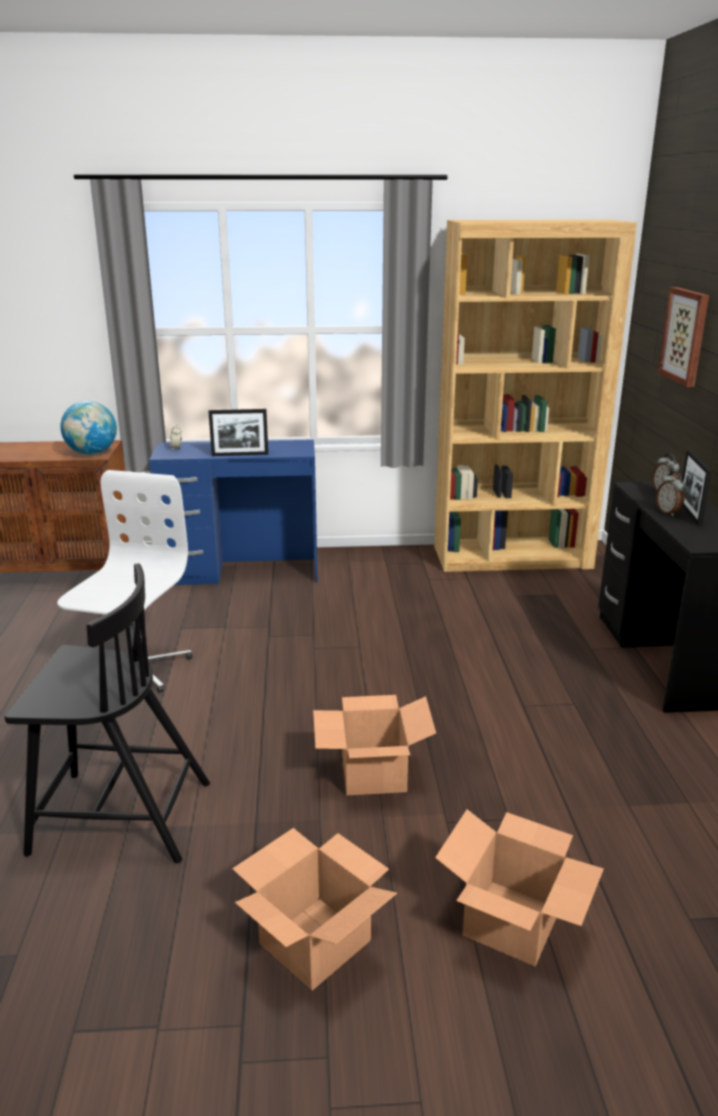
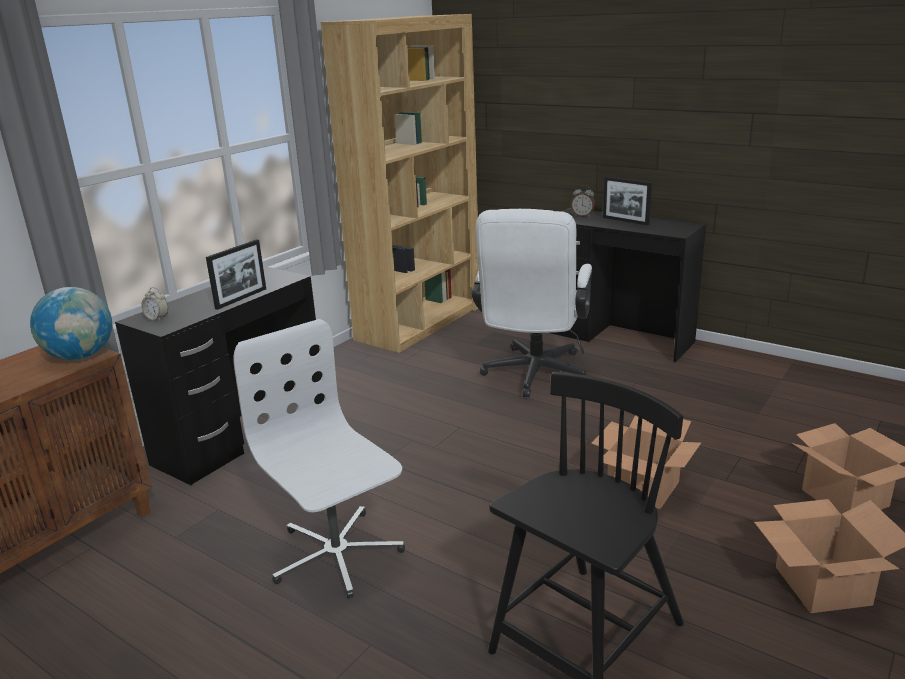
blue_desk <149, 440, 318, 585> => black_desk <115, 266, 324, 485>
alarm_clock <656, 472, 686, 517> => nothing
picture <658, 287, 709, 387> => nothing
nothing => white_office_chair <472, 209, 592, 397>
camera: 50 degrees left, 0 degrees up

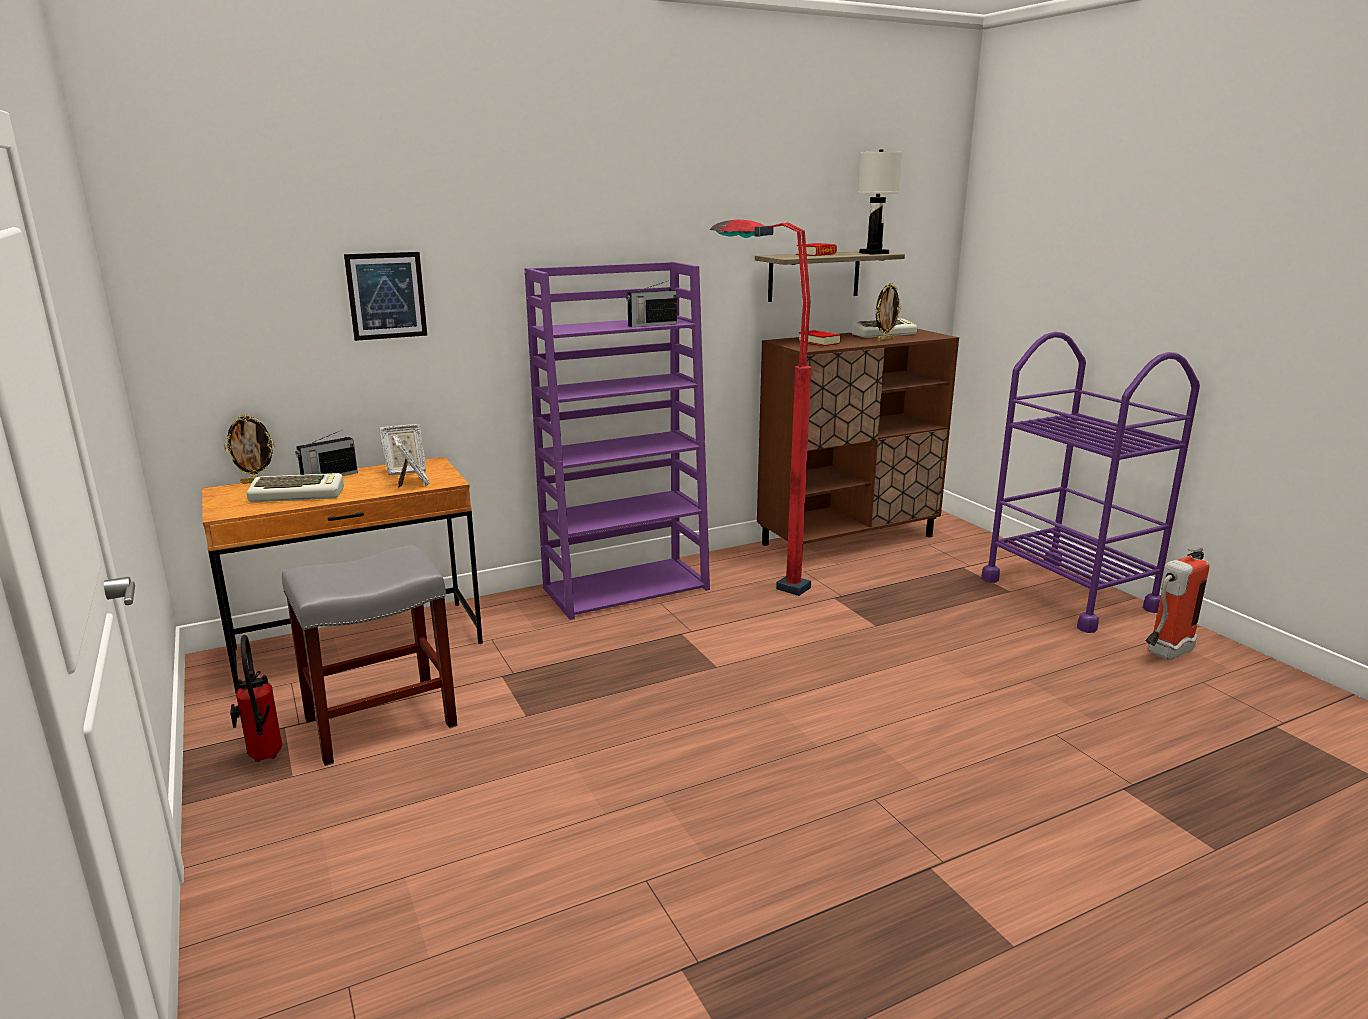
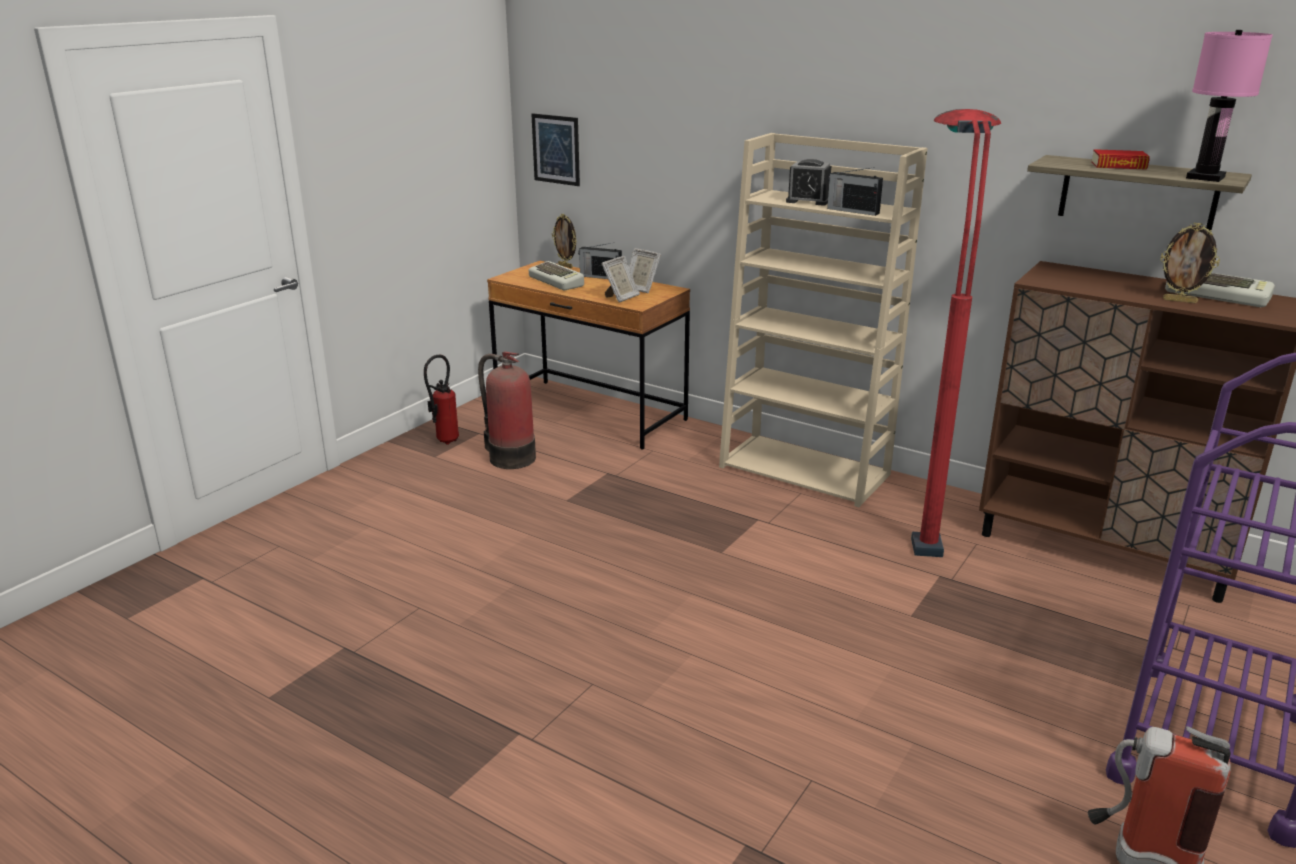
grey_stool <282, 545, 457, 766> => fire_extinguisher <478, 351, 536, 469>
picture <344, 252, 427, 341> => picture <531, 113, 580, 186>, relocated
purple_bookcase <525, 262, 710, 620> => beige_bookcase <719, 133, 928, 507>
book <798, 330, 841, 346> => nothing
white_table_lamp <858, 150, 902, 254> => pink_table_lamp <1186, 30, 1273, 182>
nothing => alarm_clock <786, 159, 831, 205>
camera: 60 degrees right, 5 degrees up

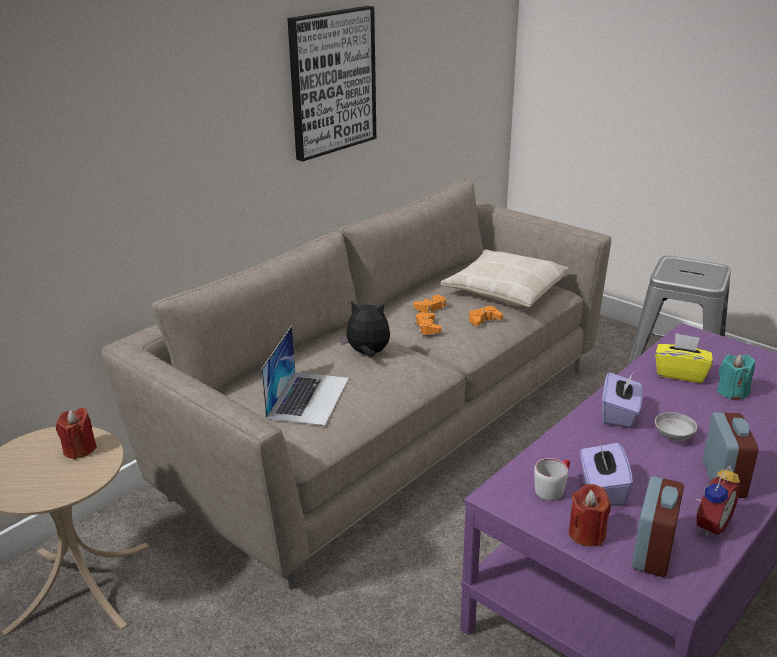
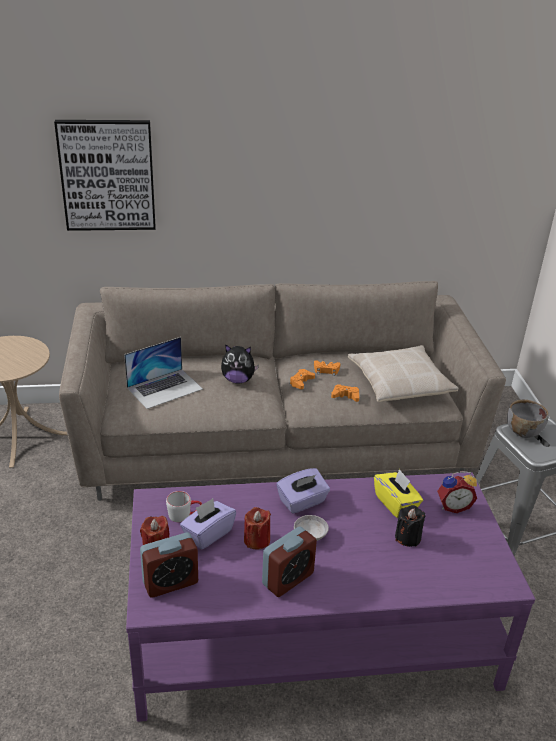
red_candle <56, 407, 97, 459> => red_candle <244, 507, 271, 549>, relocated
picture <287, 6, 376, 161> => picture <54, 120, 156, 231>, relocated
plush_toy <340, 301, 390, 357> => plush_toy <221, 344, 259, 384>, 135 degrees clockwise
alarm_clock <694, 465, 740, 536> => alarm_clock <437, 471, 477, 513>, relocated
turquoise_candle <717, 354, 755, 399> => black_candle <395, 505, 426, 547>
nothing => grey_bowl <507, 400, 549, 438>
camera: 40 degrees right, 5 degrees up

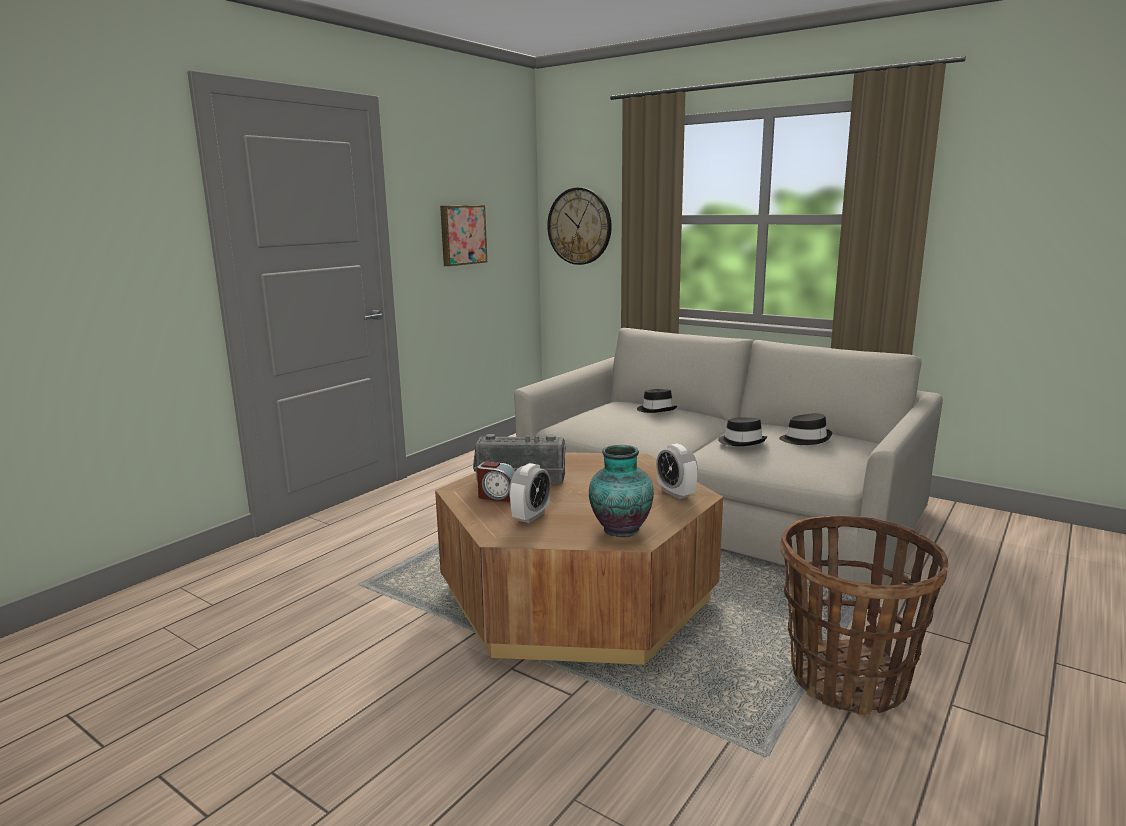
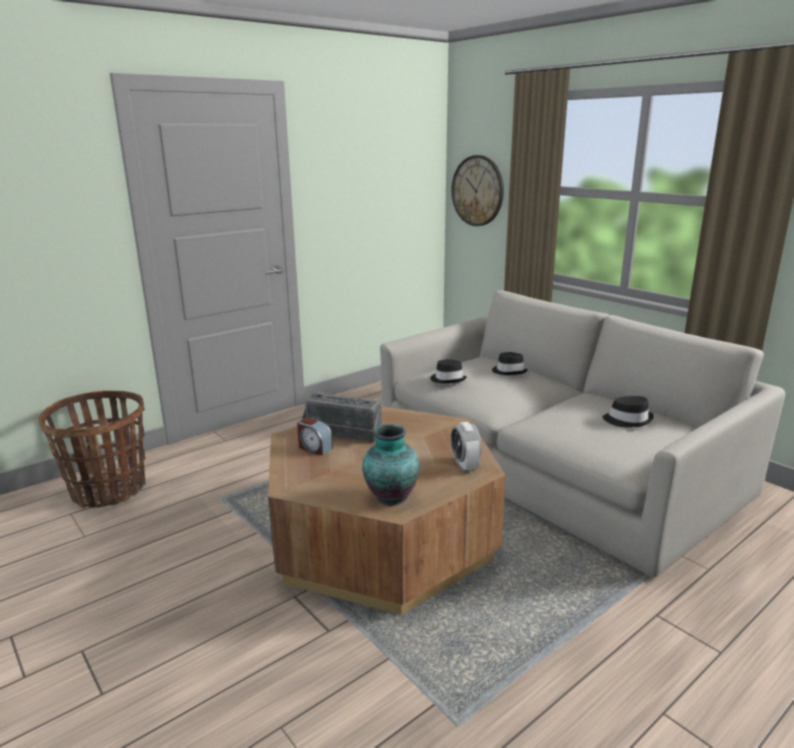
picture <440, 205, 487, 266> => nothing
alarm_clock <509, 463, 551, 523> => nothing
black_hat <718, 417, 767, 446> => black_hat <430, 359, 467, 383>, relocated
basket <781, 516, 948, 716> => basket <38, 390, 145, 508>, relocated
camera: 15 degrees right, 5 degrees up

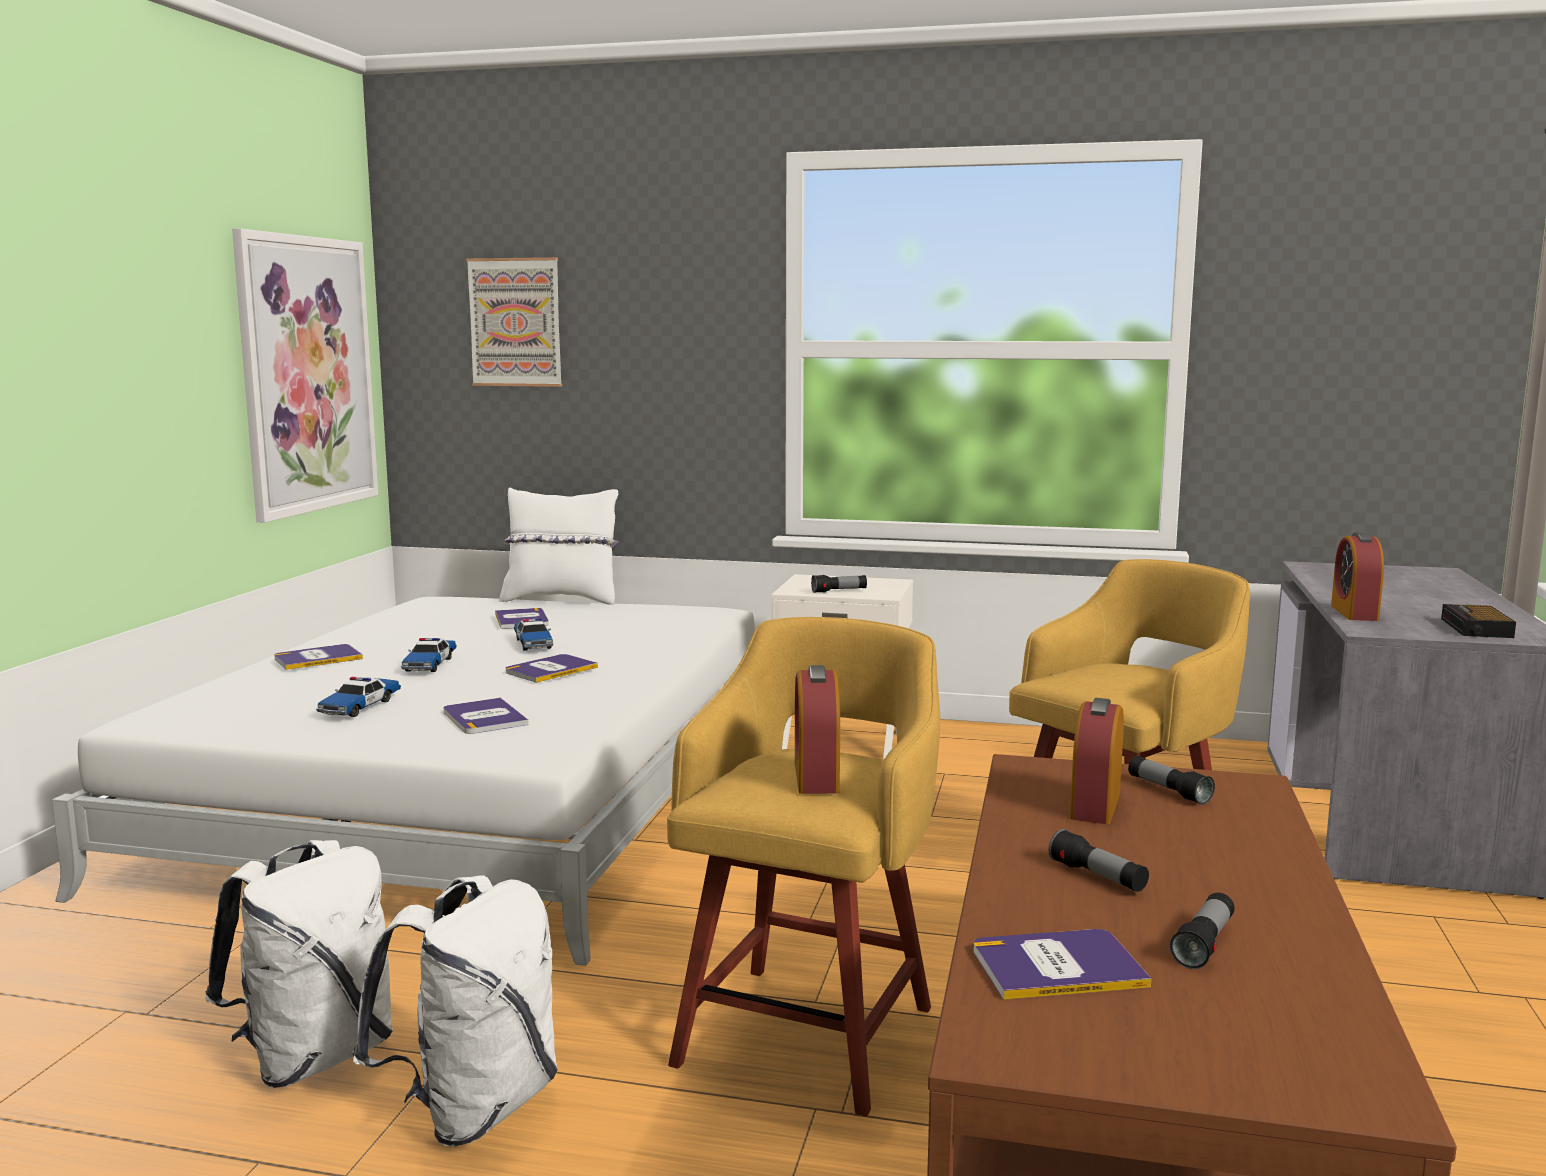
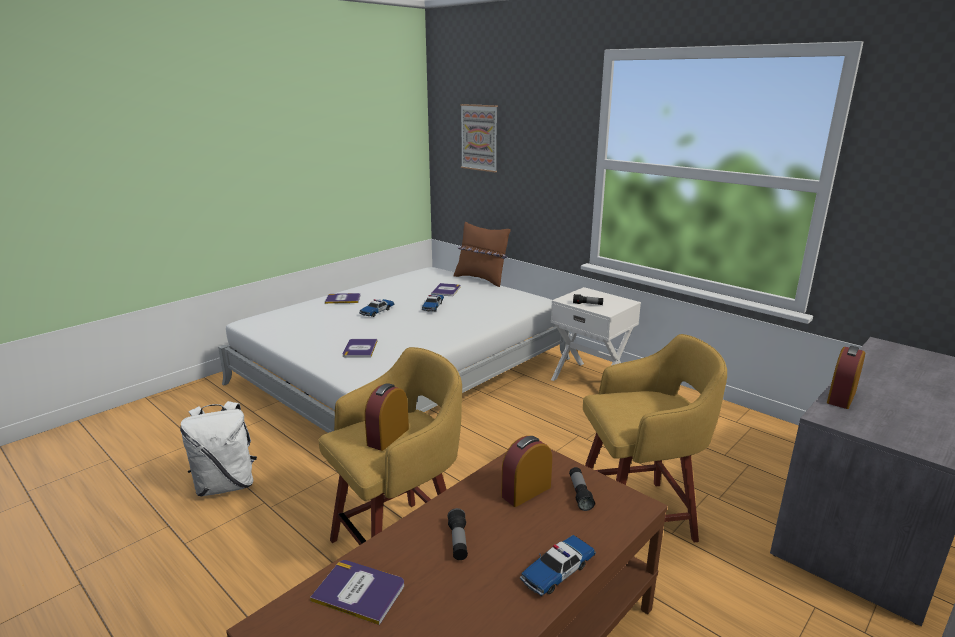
picture <232, 229, 378, 523> => nothing
toy_car <316, 677, 401, 717> => toy_car <520, 535, 596, 596>, relocated
white_backpack <352, 876, 558, 1147> => nothing
white_pillow <499, 488, 619, 605> => brown_pillow <454, 222, 511, 287>
book <506, 654, 598, 683> => nothing
flashlight <1169, 893, 1235, 969> => nothing
alarm_clock <1441, 604, 1516, 638> => nothing
camera: 30 degrees right, 10 degrees up

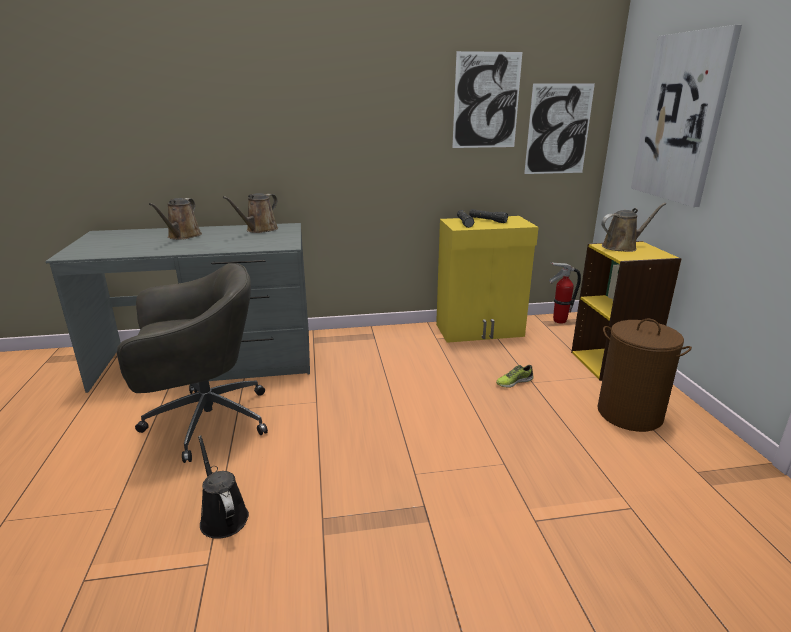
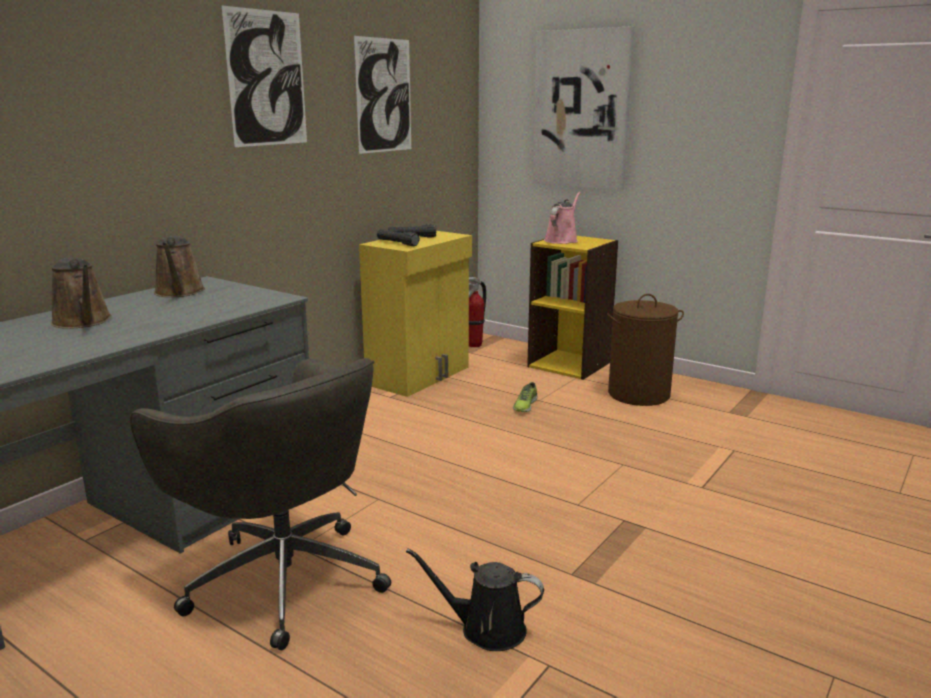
grey_office_chair <117, 263, 268, 463> => grey_office_chair <130, 358, 391, 650>, 105 degrees clockwise
picture <524, 83, 595, 174> => picture <221, 5, 307, 147>, relocated
brown_watering_can <601, 203, 666, 252> => pink_watering_can <544, 192, 580, 244>
camera: 45 degrees left, 5 degrees down

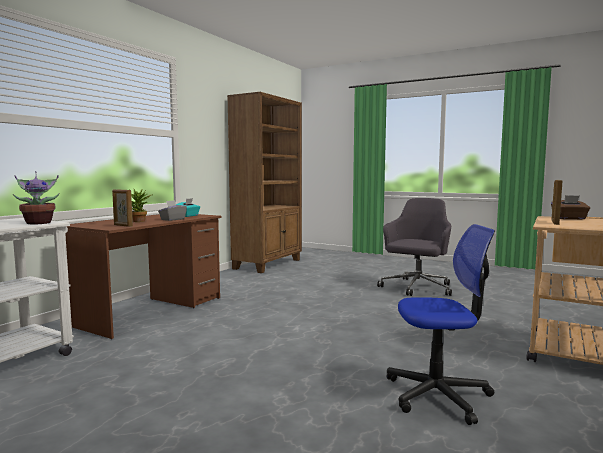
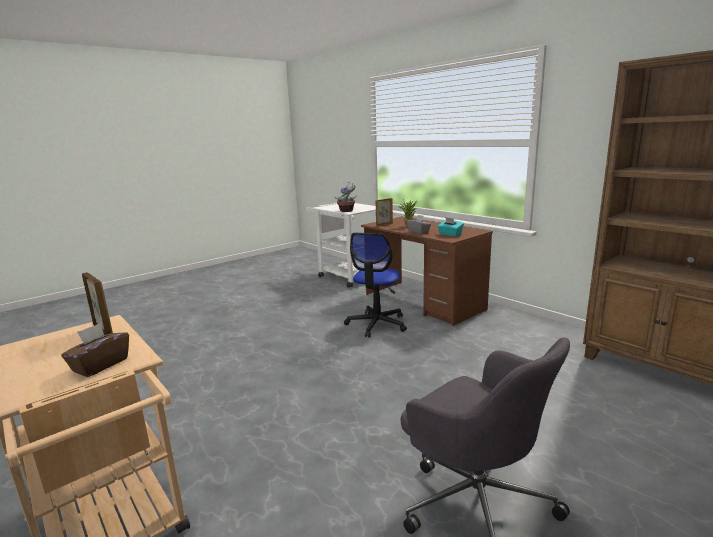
office_chair <386, 224, 495, 425> => office_chair <344, 233, 407, 337>, relocated
camera: 110 degrees right, 10 degrees up

